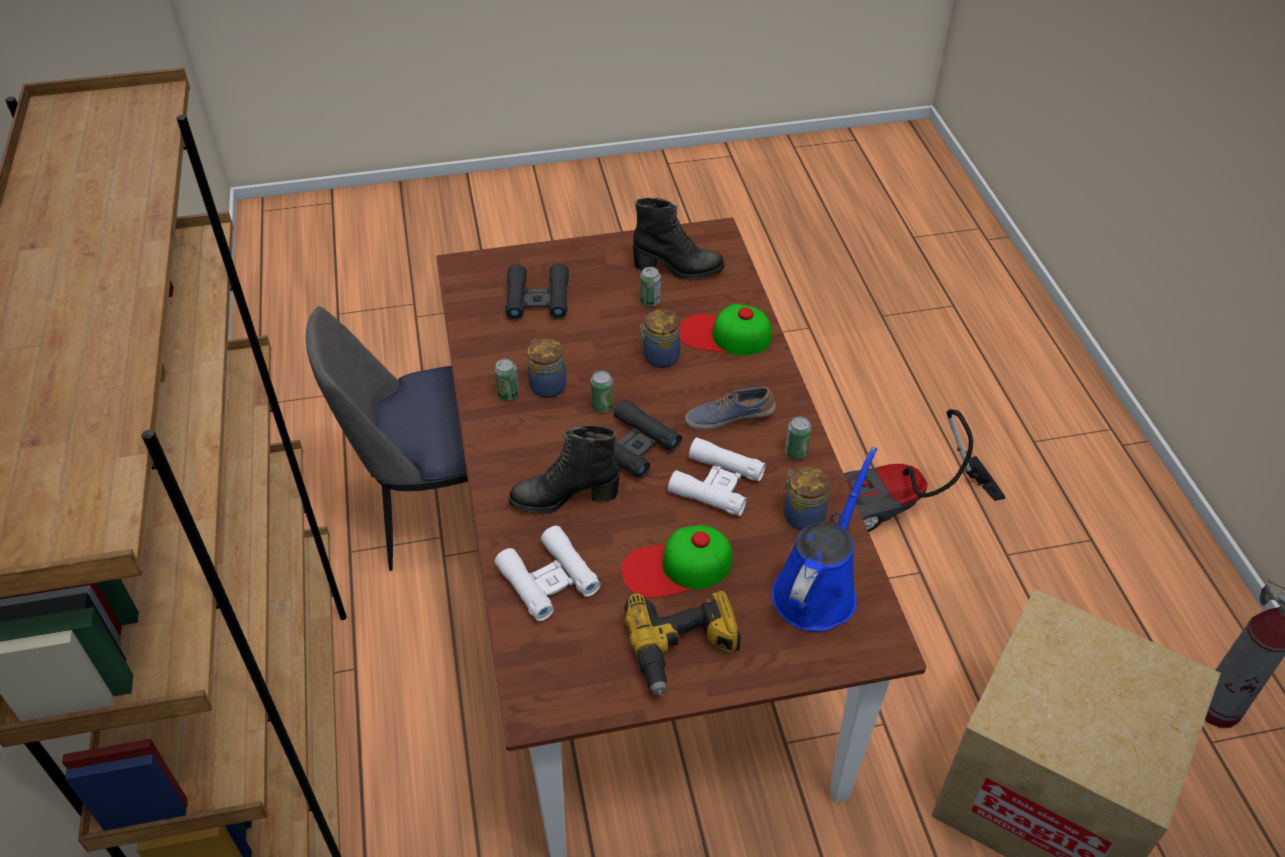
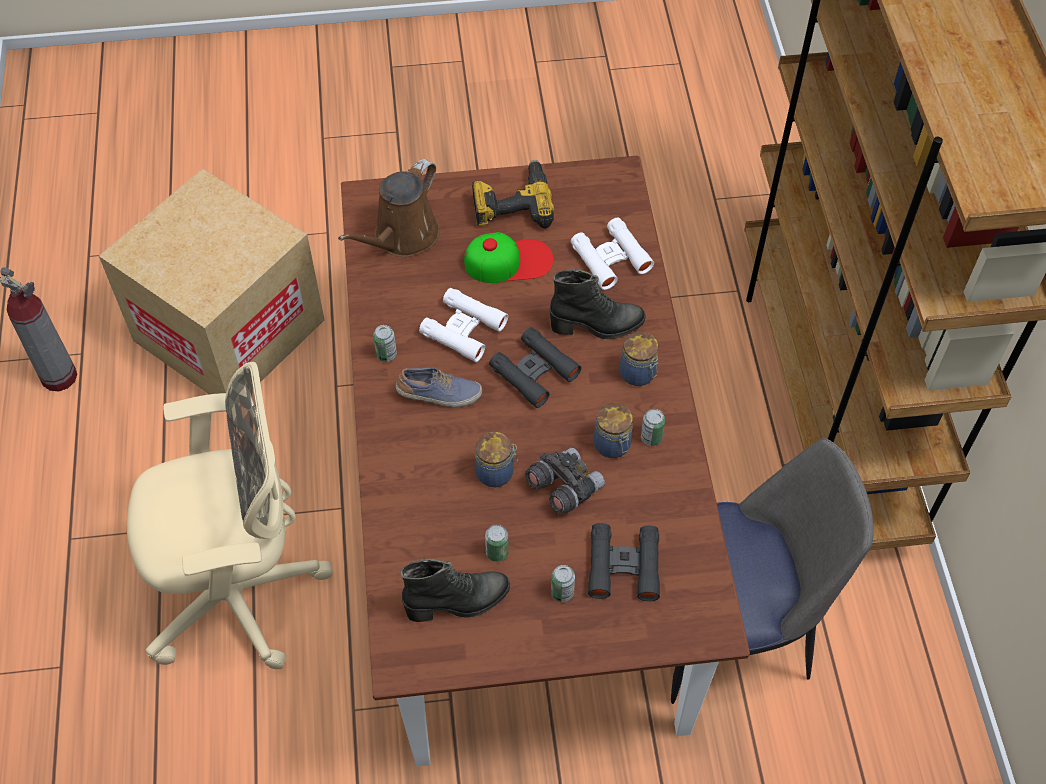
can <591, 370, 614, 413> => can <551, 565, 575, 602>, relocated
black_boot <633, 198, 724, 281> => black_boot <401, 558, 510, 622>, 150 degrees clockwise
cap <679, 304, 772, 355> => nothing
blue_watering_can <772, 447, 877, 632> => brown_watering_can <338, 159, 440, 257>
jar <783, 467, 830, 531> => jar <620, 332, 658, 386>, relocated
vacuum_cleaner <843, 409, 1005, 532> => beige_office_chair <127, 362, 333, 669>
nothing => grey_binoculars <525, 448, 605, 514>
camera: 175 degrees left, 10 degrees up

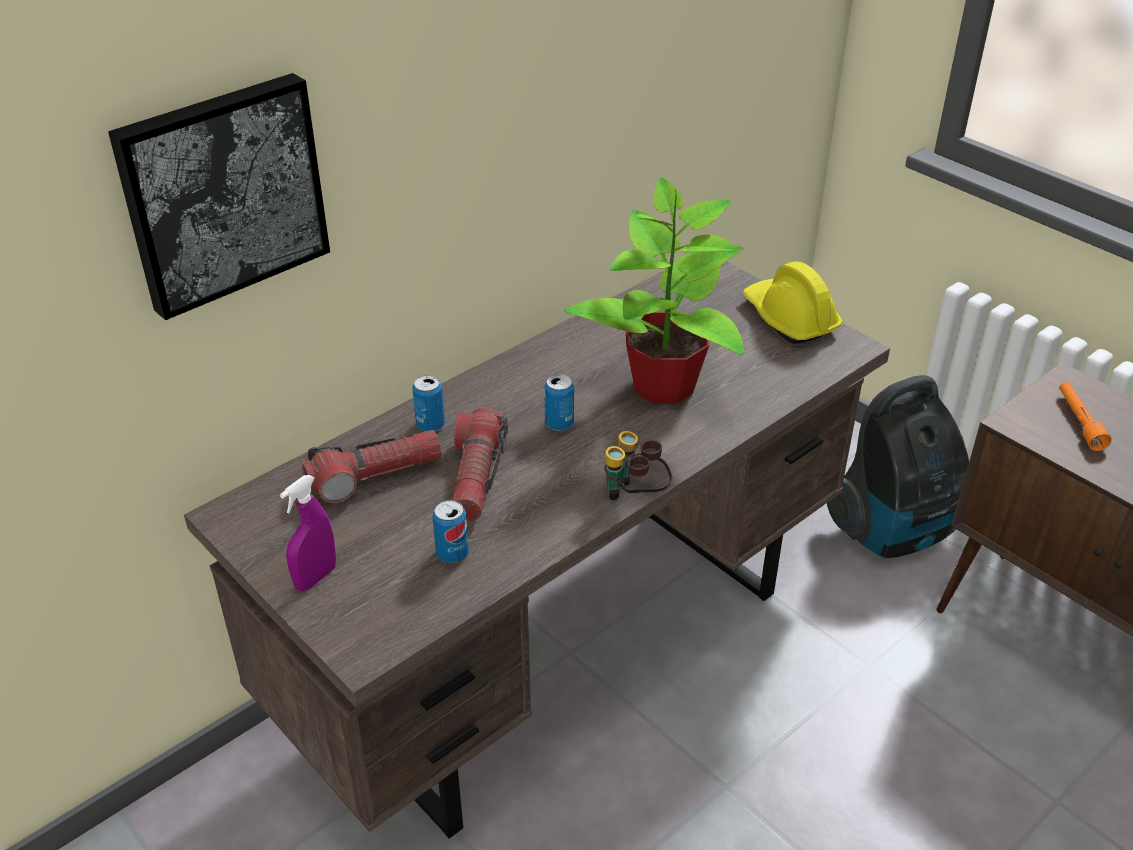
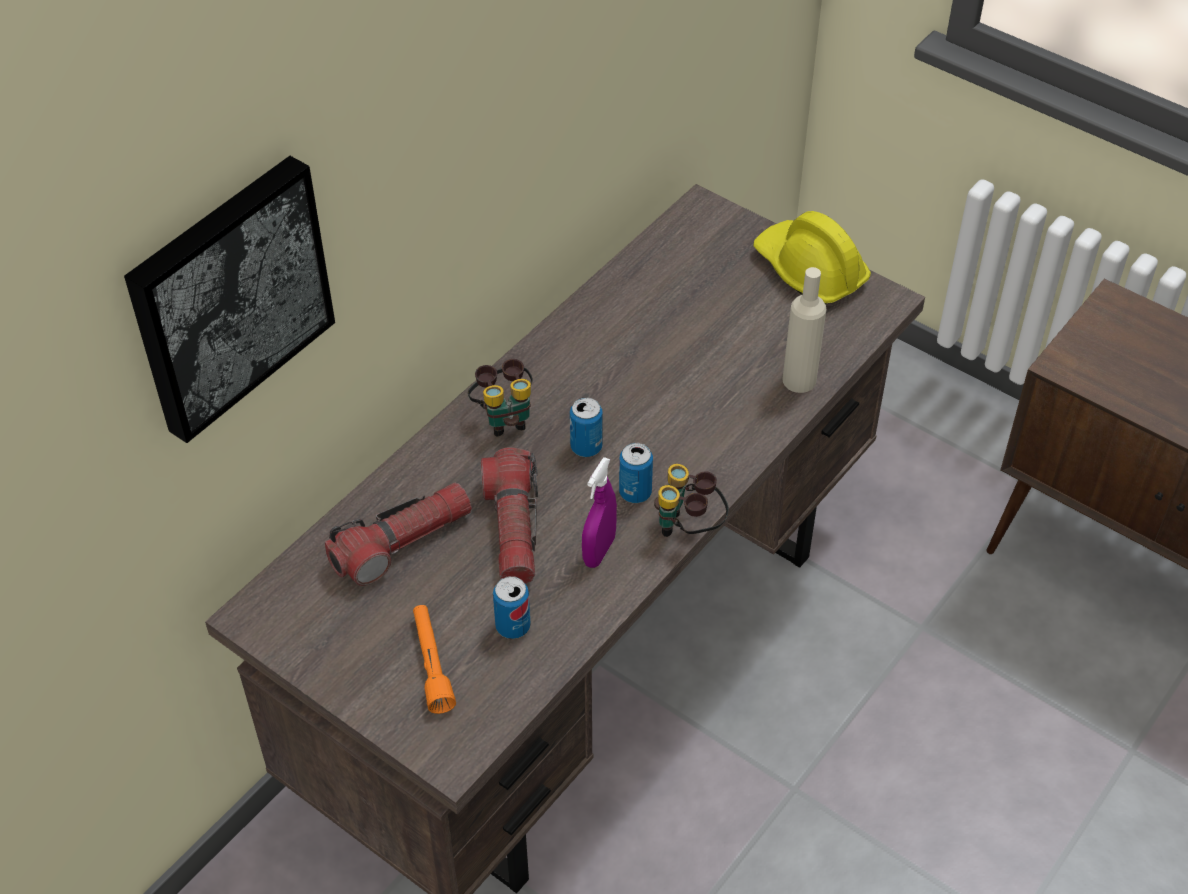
purple_spray_bottle <280, 475, 336, 591> => purple_spray_bottle <582, 457, 617, 568>, relocated
can <412, 375, 445, 432> => can <619, 443, 653, 503>, relocated
potted_plant <564, 178, 744, 404> => nothing
vacuum_cleaner <827, 375, 969, 558> => nothing
orange_flashlight <1059, 382, 1112, 451> => orange_flashlight <413, 605, 456, 714>, relocated
nothing => binoculars <468, 359, 533, 436>
nothing => beige_bottle <782, 267, 826, 393>
camera: 10 degrees left, 10 degrees up

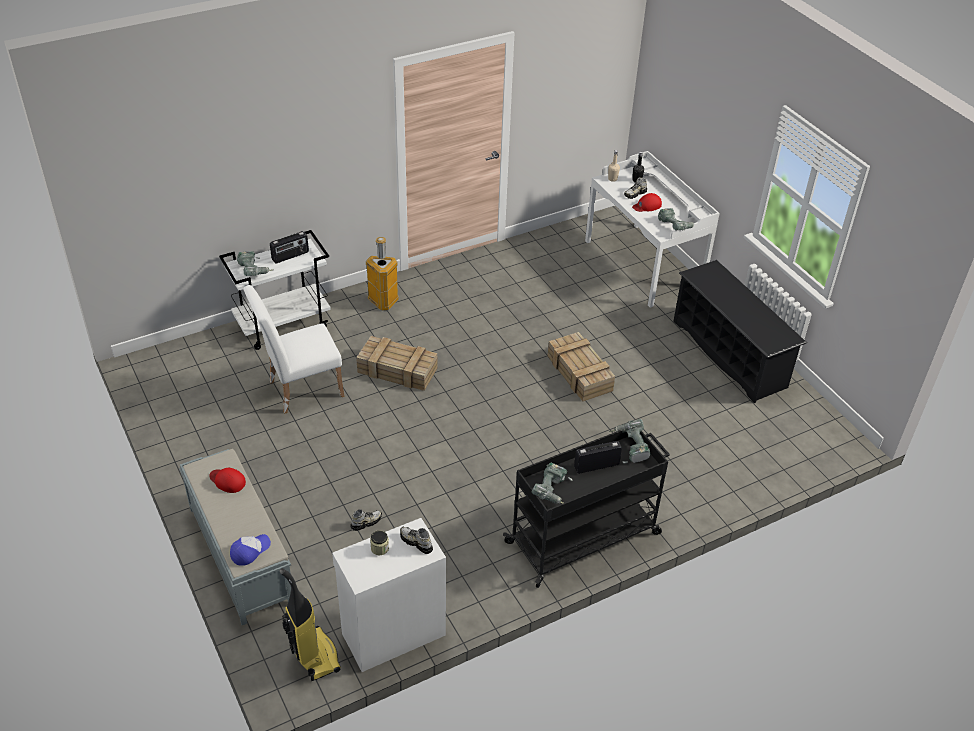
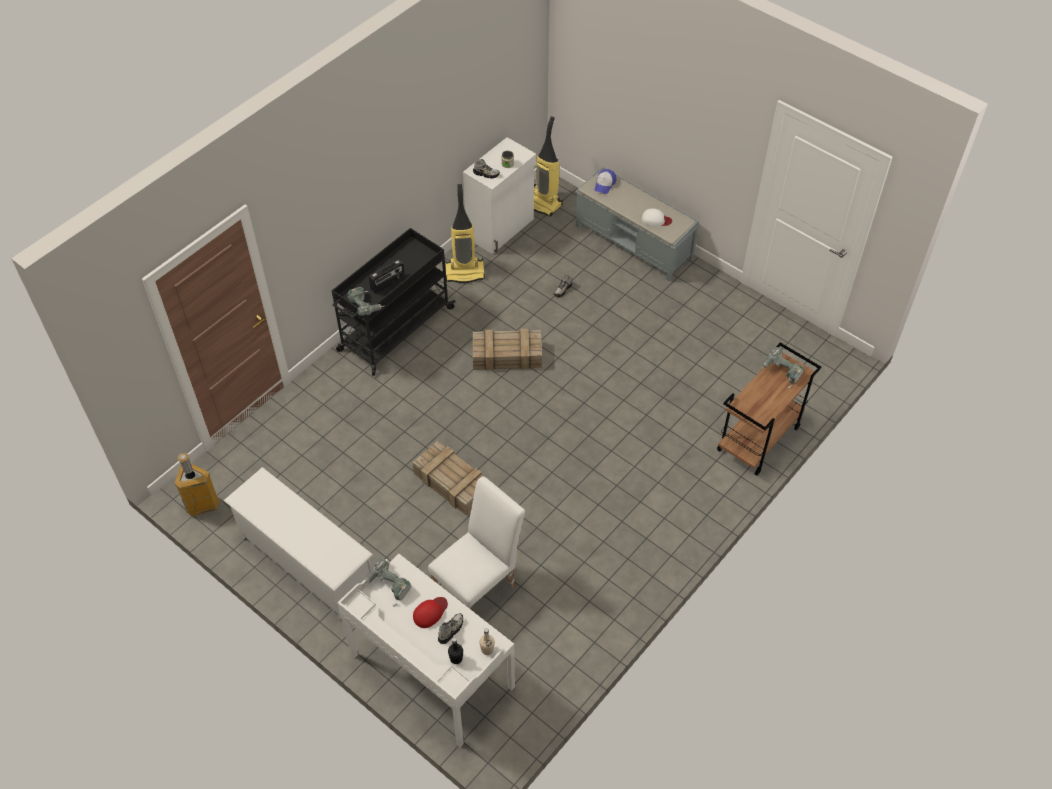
red_cap <210, 468, 246, 493> => white_cap <642, 208, 672, 227>
white_cart <219, 230, 331, 350> => brown_cart <717, 342, 821, 476>
white_chair <243, 285, 344, 414> => white_chair <428, 476, 525, 610>, relocated
radio <270, 231, 309, 263> => nothing
crate <356, 336, 437, 391> => crate <473, 329, 542, 370>, relocated
trash_can <366, 237, 399, 311> => trash_can <174, 453, 220, 517>, relocated
power_drill <532, 463, 573, 504> => nothing
black_shoe_rack <673, 260, 807, 403> => white_shoe_rack <224, 467, 373, 620>
nothing => vacuum_cleaner <445, 184, 485, 283>
camera: 160 degrees right, 10 degrees up

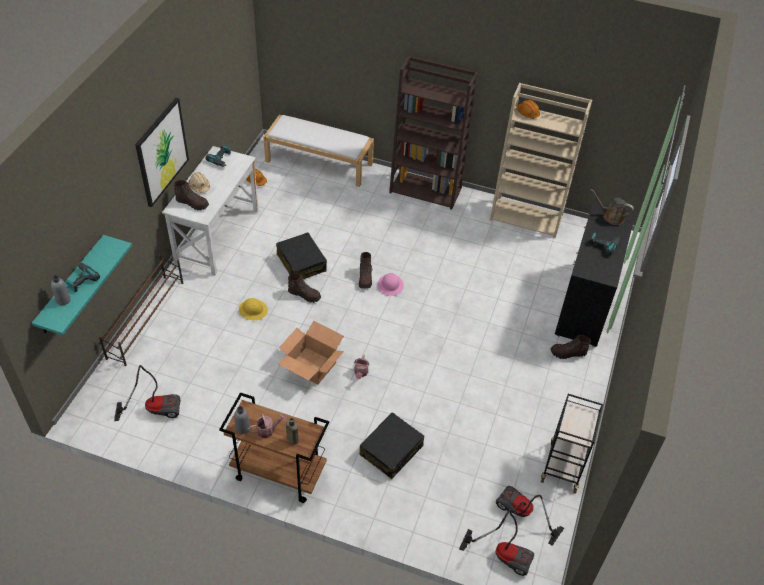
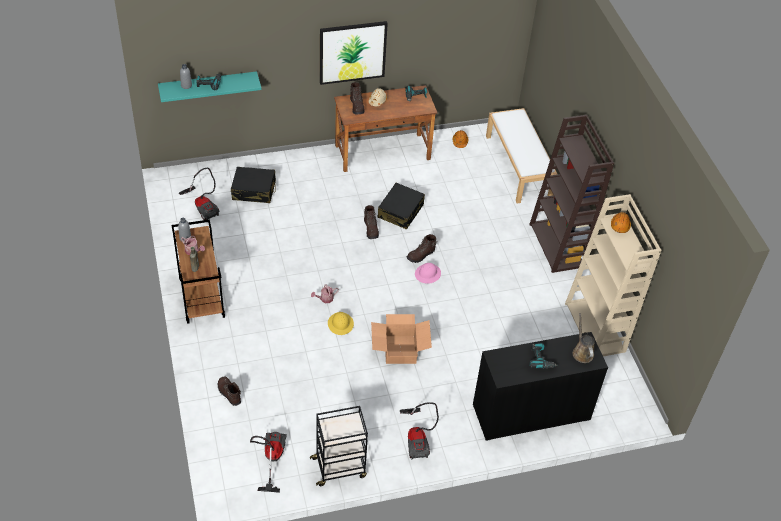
brown_shoe_rack <99, 254, 183, 366> => nothing
white_desk <162, 146, 259, 276> => brown_desk <334, 85, 438, 172>
yellow_hard_hat <239, 298, 268, 320> => yellow_hard_hat <328, 312, 354, 335>, relocated
cardboard_box <277, 321, 344, 385> => cardboard_box <371, 314, 432, 364>, relocated
black_suitcase <359, 412, 424, 479> => black_suitcase <231, 167, 276, 203>, relocated
vacuum_cleaner <459, 508, 534, 576> => vacuum_cleaner <400, 402, 439, 460>, relocated
brown_boot <551, 335, 591, 359> => brown_boot <218, 377, 241, 406>, relocated
camera: 55 degrees right, 0 degrees up

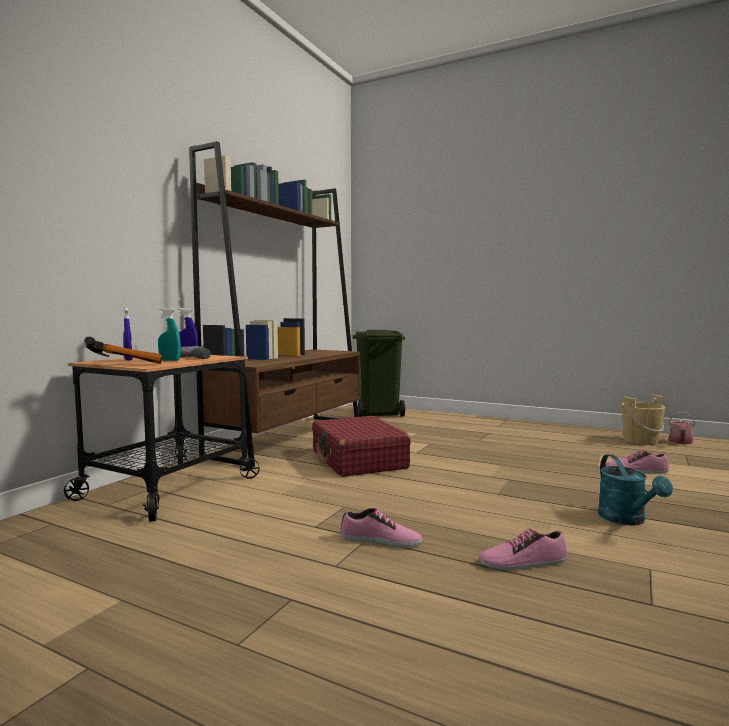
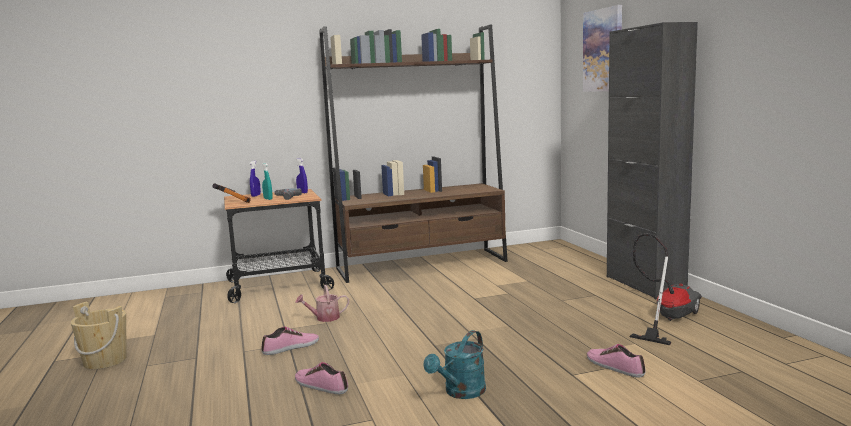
red_suitcase <312, 416, 411, 477> => nothing
shoe <341, 508, 422, 548> => shoe <262, 327, 319, 355>, 90 degrees counterclockwise
green_trash_can <353, 330, 405, 417> => nothing
beige_bucket <621, 395, 665, 445> => beige_bucket <71, 302, 127, 369>, relocated
watering_can <669, 412, 695, 444> => watering_can <295, 285, 349, 322>, relocated
nothing => picture <583, 5, 622, 92>
nothing => black_cabinet <607, 22, 698, 300>
nothing => vacuum_cleaner <629, 233, 702, 345>
camera: 45 degrees right, 5 degrees up

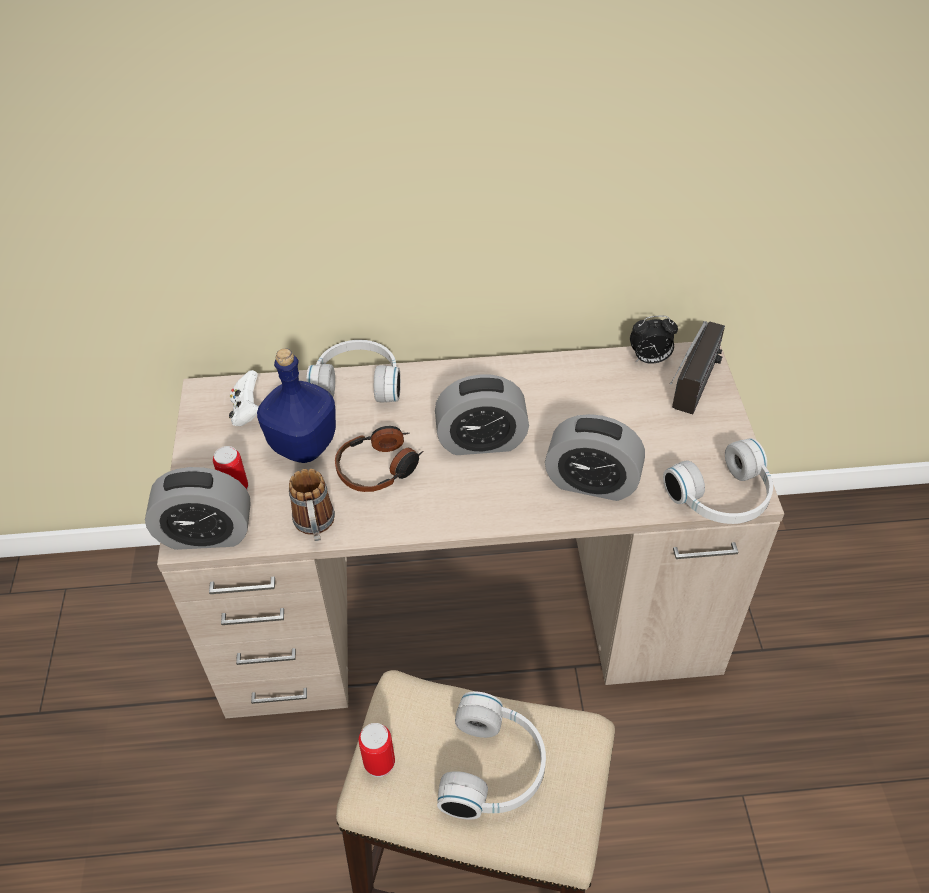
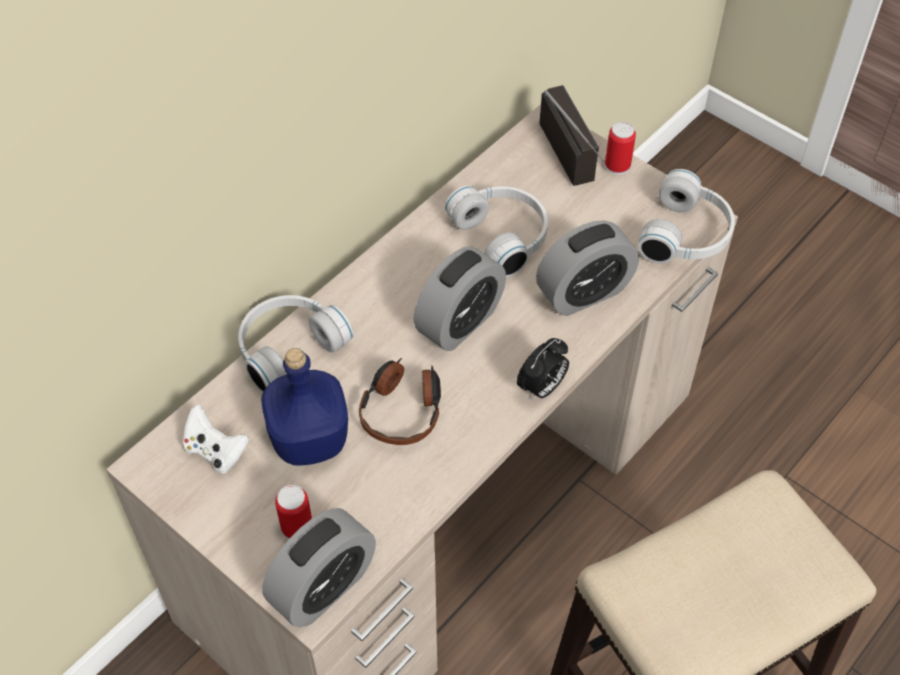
mug <289, 469, 335, 541> => nothing
can <358, 723, 395, 777> => can <605, 122, 636, 175>, relocated
white_headphones <437, 691, 546, 820> => white_headphones <445, 186, 548, 278>, relocated
alarm_clock <630, 316, 678, 364> => alarm_clock <517, 338, 569, 401>, relocated
camera: 45 degrees left, 5 degrees up

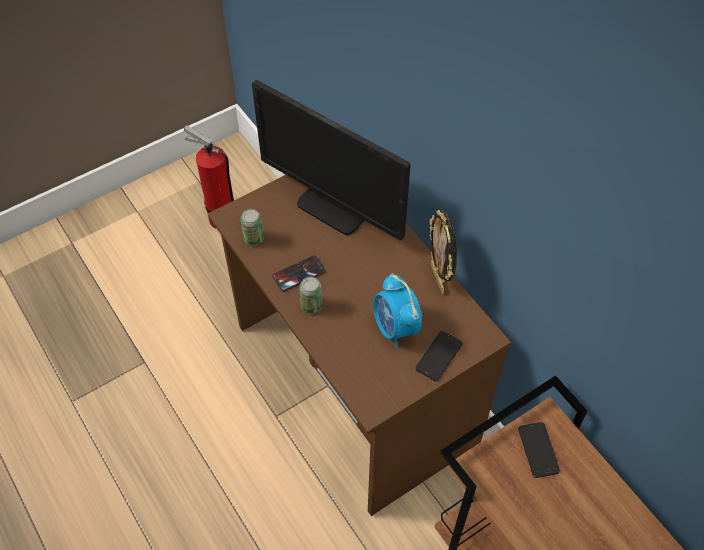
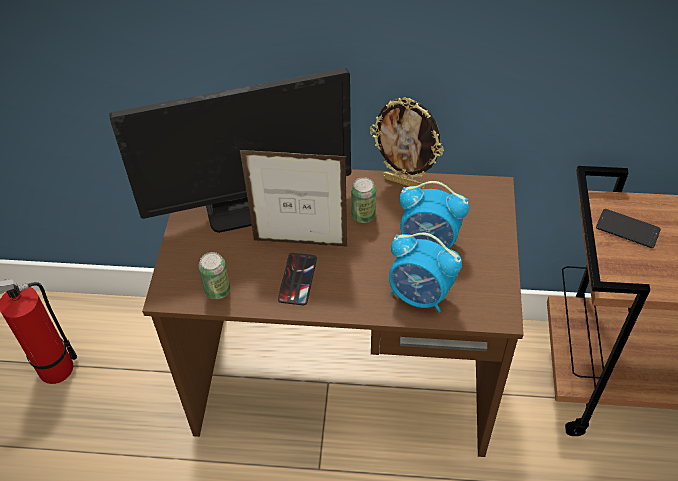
can <299, 276, 322, 314> => can <351, 177, 376, 223>, relocated
phone <415, 331, 463, 381> => nothing
nothing => picture_frame <240, 150, 348, 247>
nothing => alarm_clock <389, 233, 462, 313>
camera: 50 degrees left, 5 degrees down

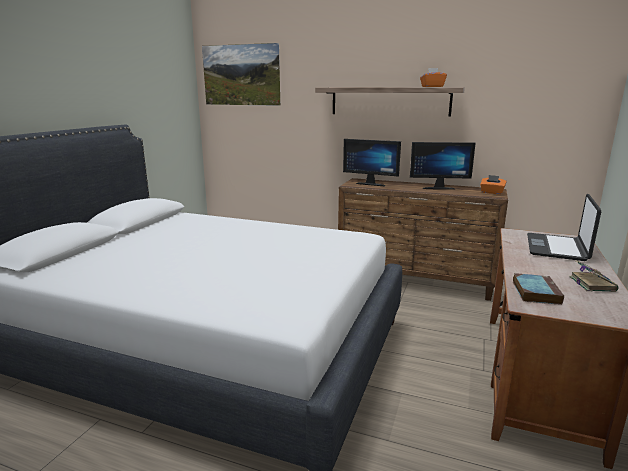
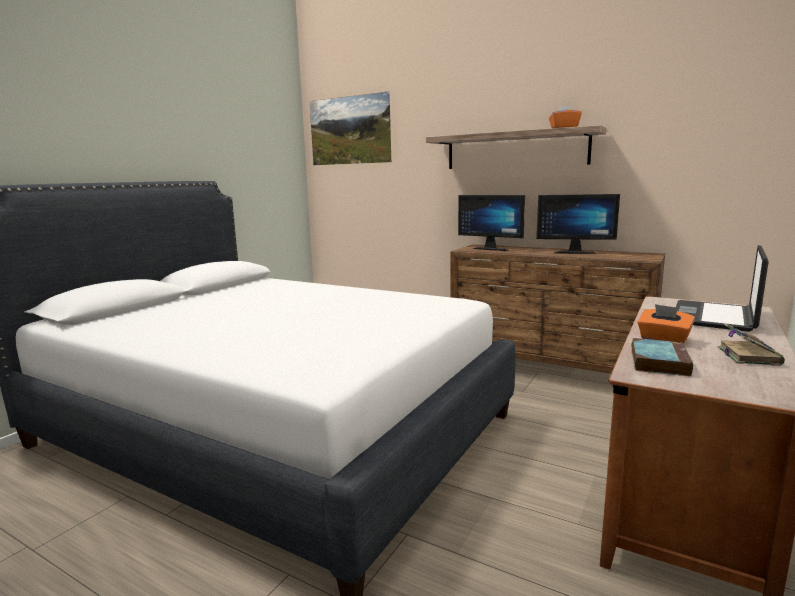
orange_tissue_box <480, 175, 507, 194> => orange_tissue_box <637, 304, 695, 344>, relocated
camera: 10 degrees right, 5 degrees down

